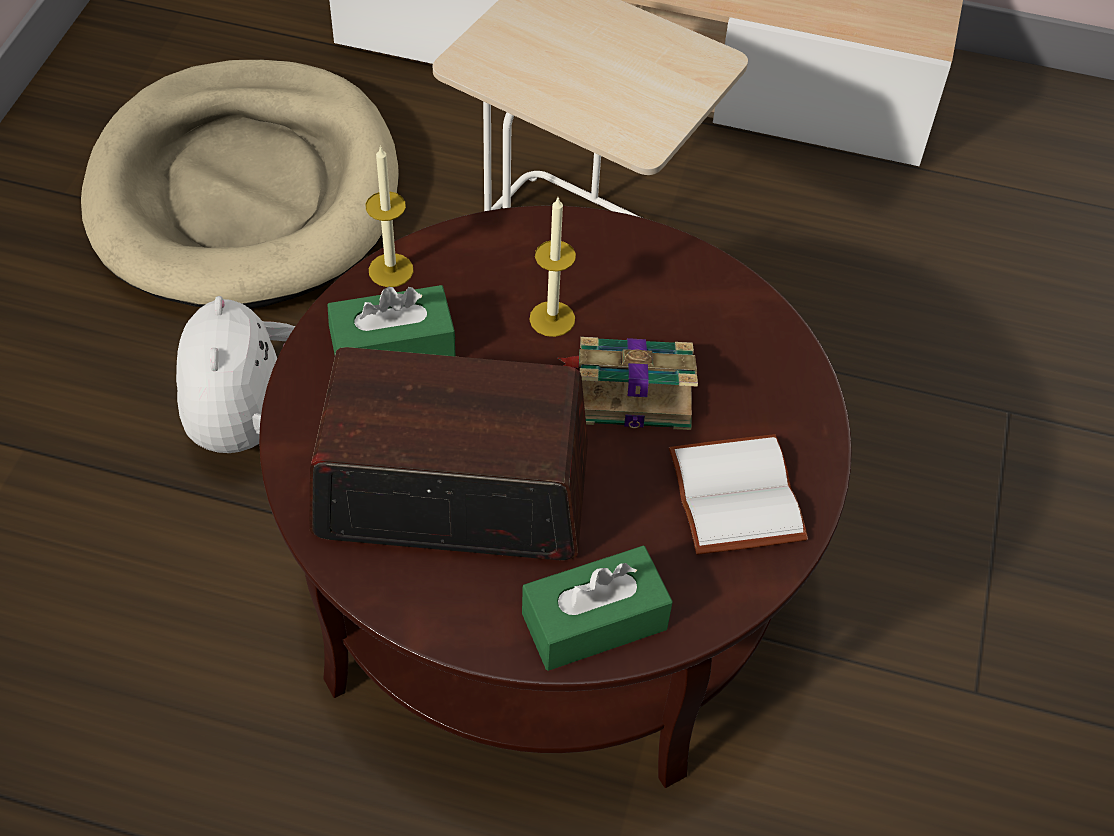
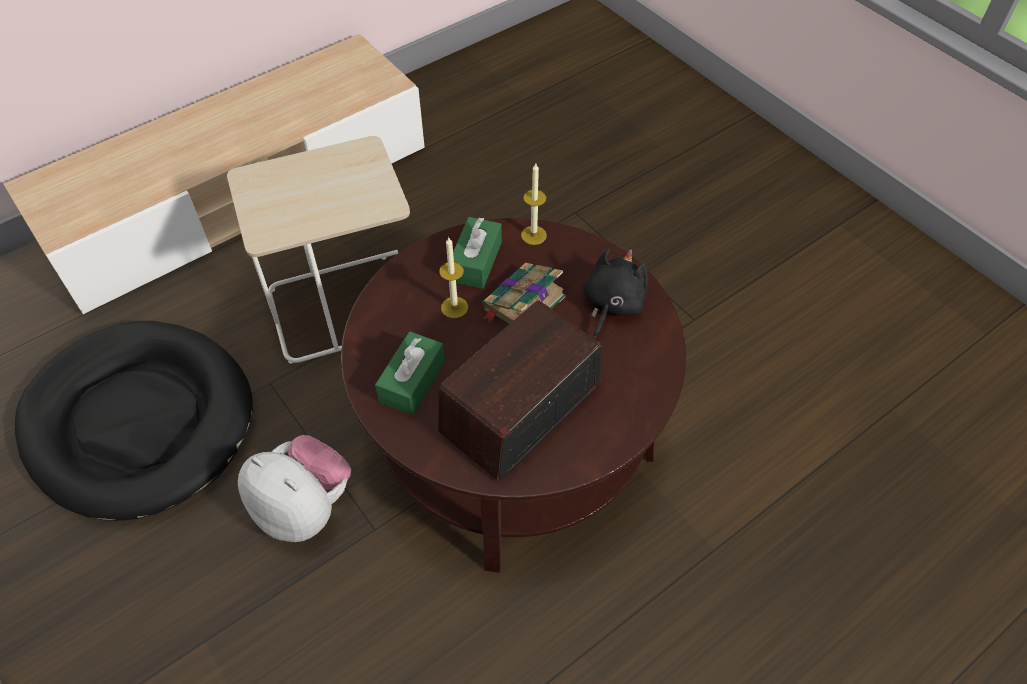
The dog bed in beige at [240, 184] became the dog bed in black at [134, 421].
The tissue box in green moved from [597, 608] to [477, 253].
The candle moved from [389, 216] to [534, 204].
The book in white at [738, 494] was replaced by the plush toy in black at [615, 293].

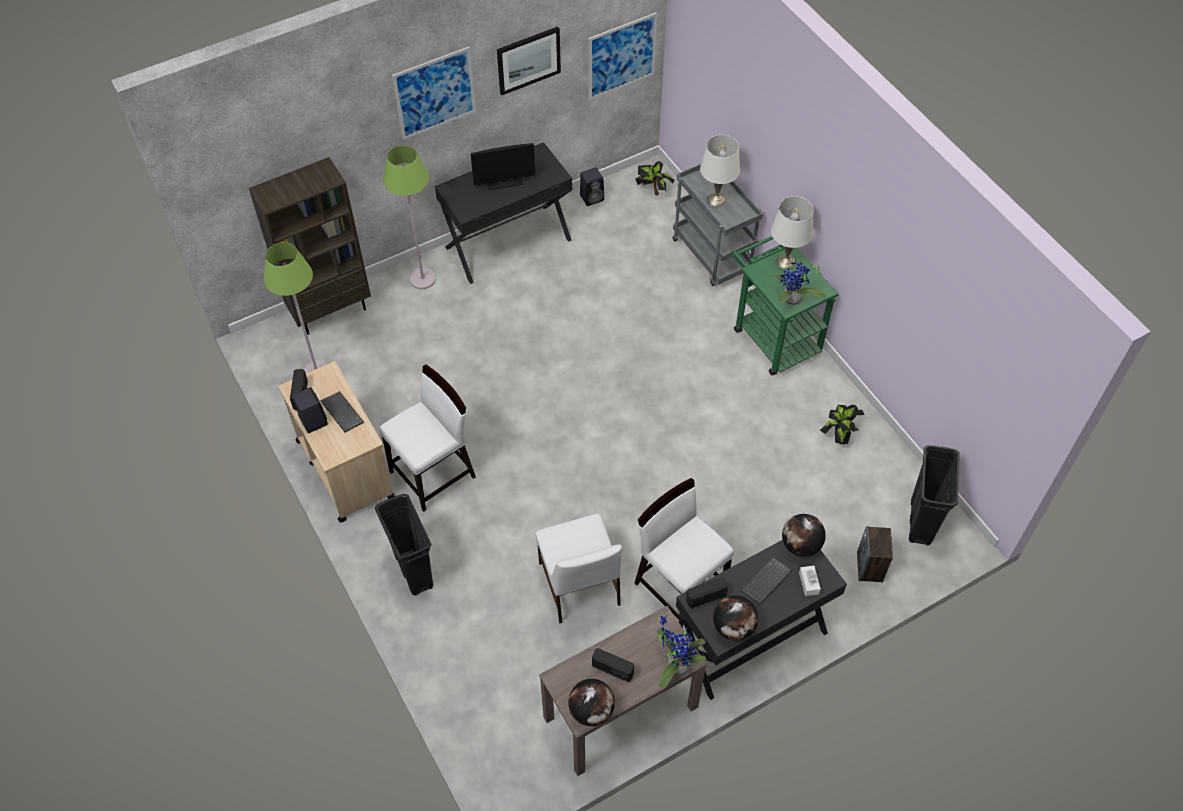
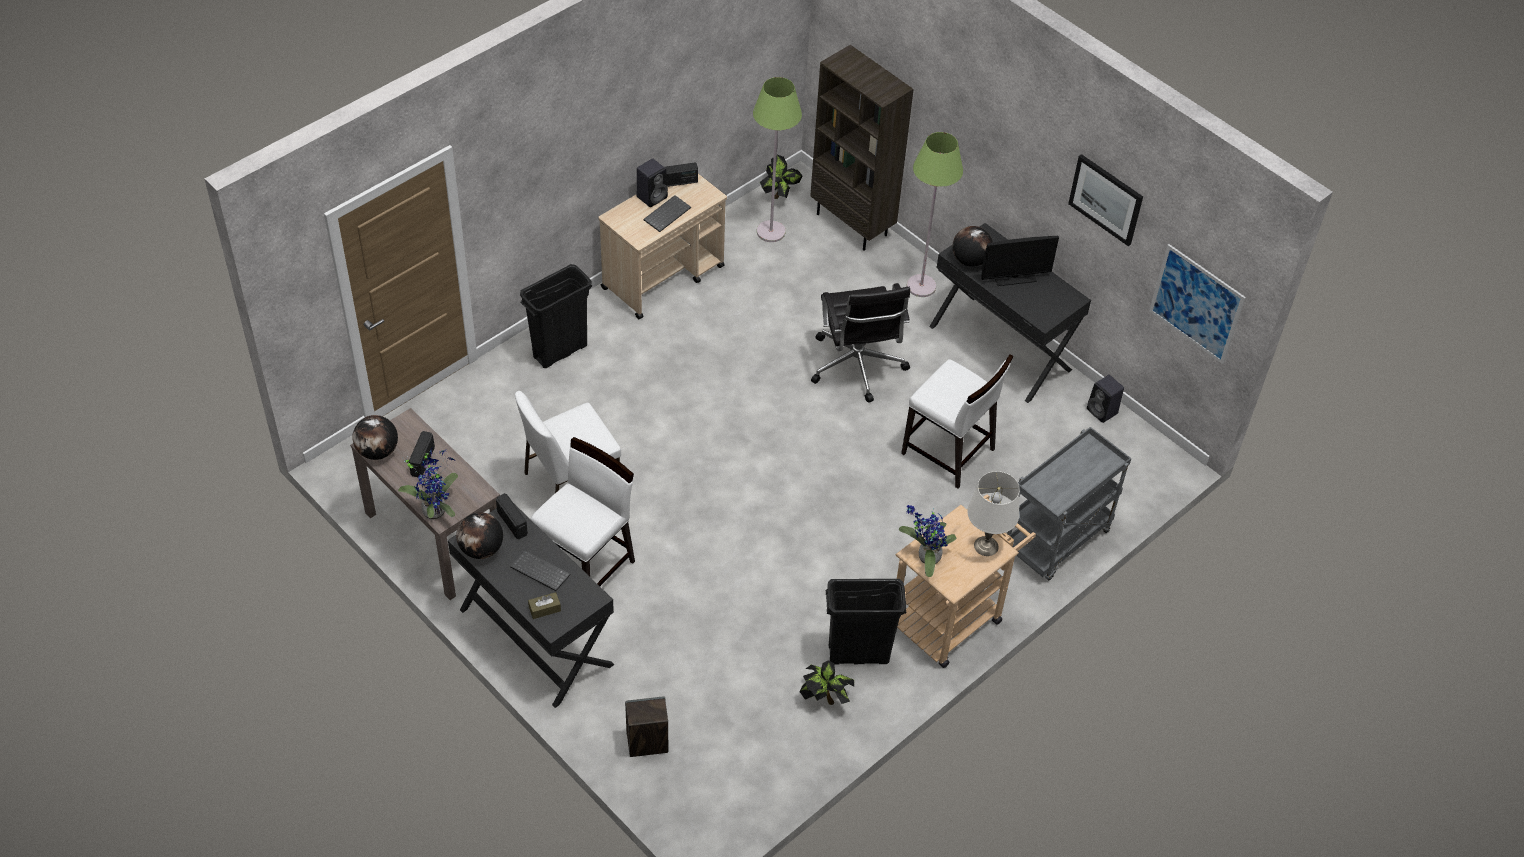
The tissue box in white at [810, 581] became the tissue box in brown at [544, 605].
The potted plant moved from [655, 178] to [781, 177].
The office chair in black at [860, 343] appeared.
The trash can in black moved from [934, 495] to [866, 622].
The cart in green at [785, 305] became the cart in beige at [966, 581].
The chair in white moved from [427, 438] to [957, 421].
The globe moved from [804, 535] to [972, 246].
The monitor at [503, 166] turned 75 degrees counterclockwise.
The picture at [434, 93] disappeared.
The table lamp in white at [720, 171] disappeared.

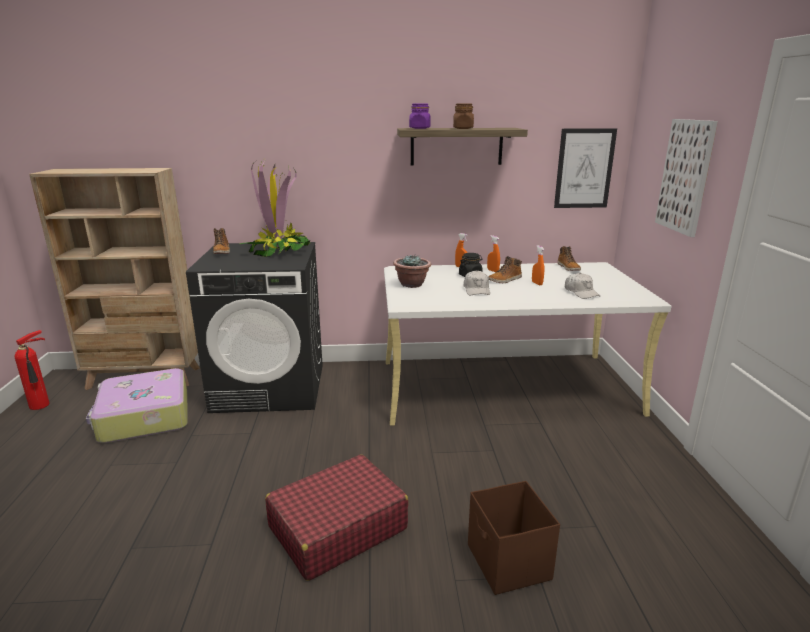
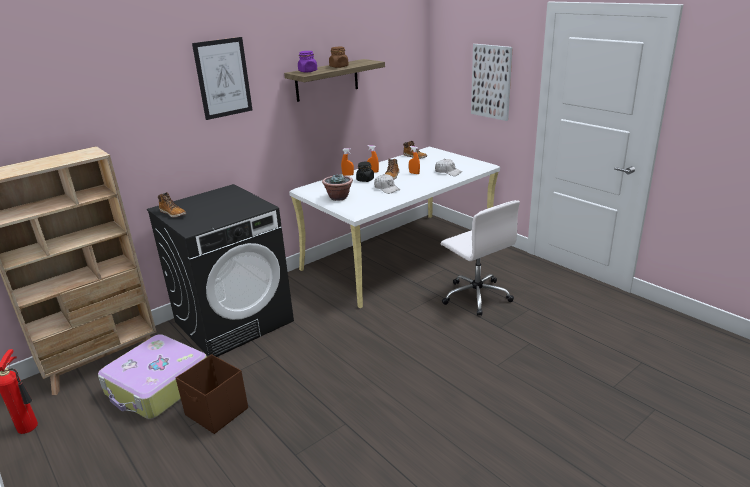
The storage box in brown moved from [514, 538] to [212, 394].
The picture moved from [585, 168] to [222, 78].
The office chair in white at [480, 258] appeared.
The potted plant at [275, 208] disappeared.
The suitcase in red at [337, 517] disappeared.

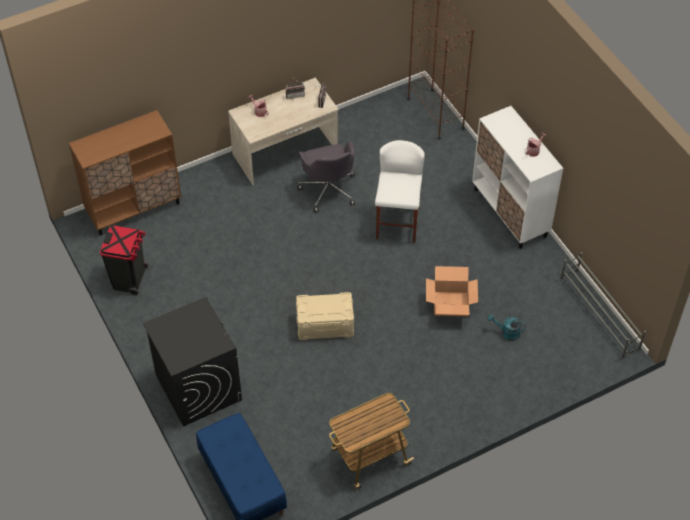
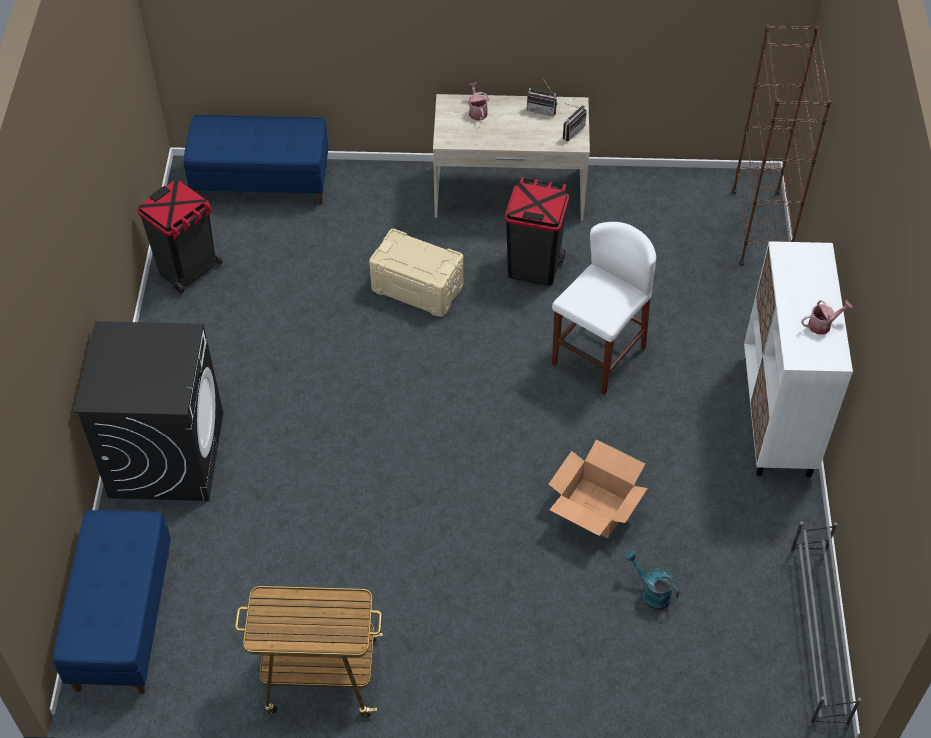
The cabinet in brown at [125, 172] was replaced by the bench in blue at [256, 160].
The storage box in beige moved from [325, 316] to [416, 273].
The office chair in grey at [326, 177] was replaced by the trash can in black at [537, 231].

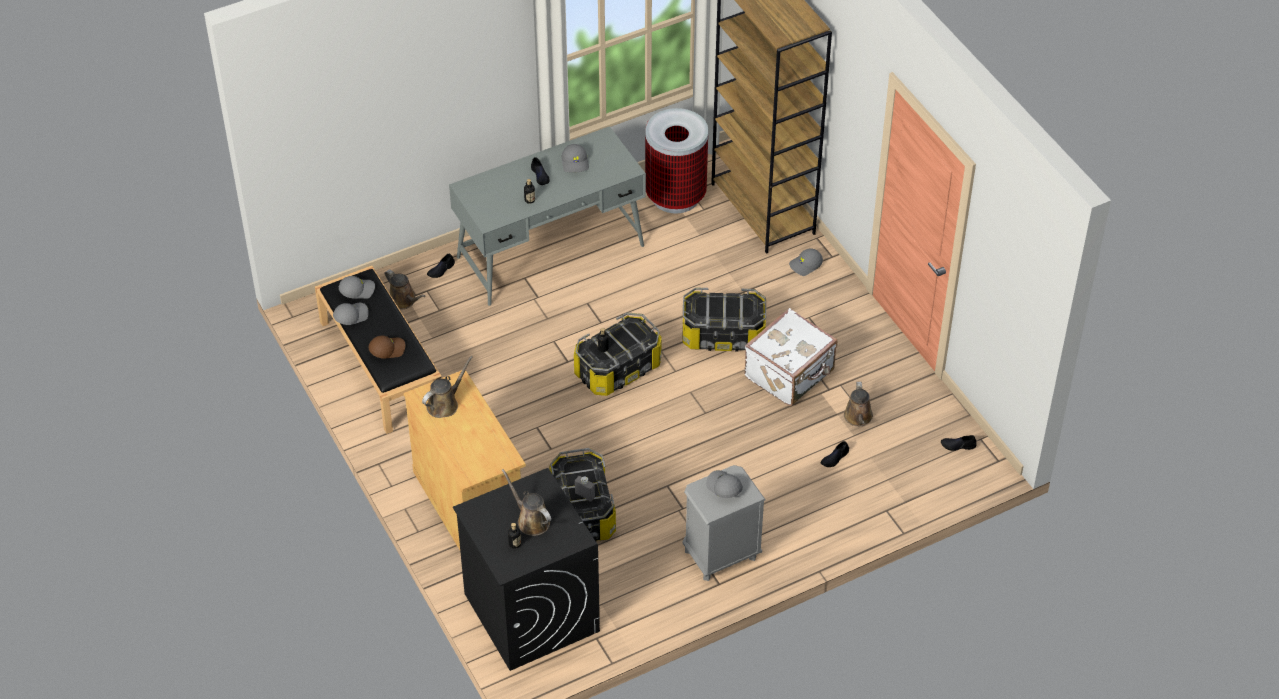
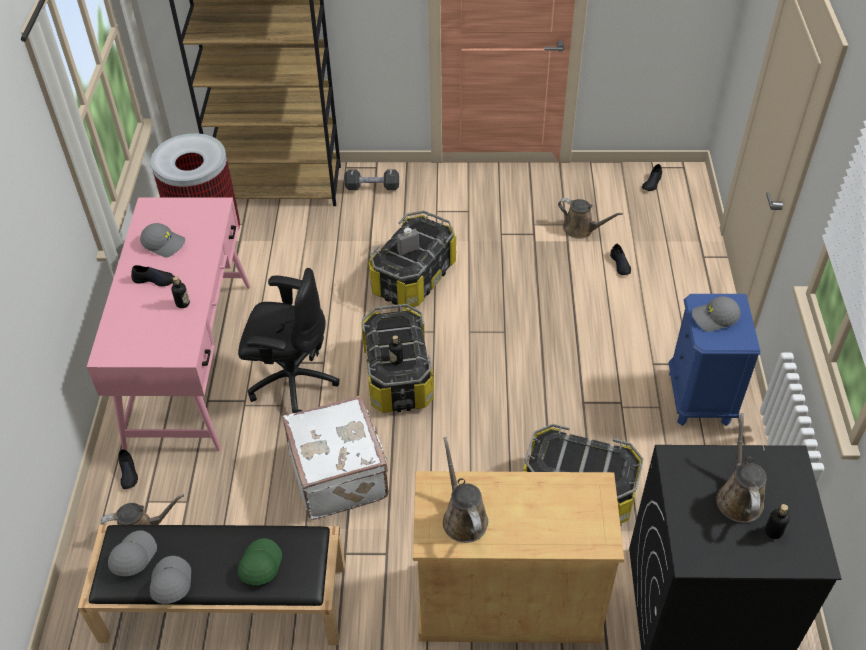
The desk in grey at [547, 216] became the desk in pink at [169, 324].
The office chair in black at [289, 340] appeared.
The cap in brown at [386, 347] became the cap in green at [260, 561].
The suitcase in white moved from [790, 357] to [335, 457].
The cap in grey at [806, 262] was replaced by the dumbbell in black at [372, 180].
The bottle in grey moved from [585, 489] to [408, 242].
The nightstand in grey at [724, 523] became the nightstand in blue at [714, 360].
The watering can in brown at [526, 502] turned 105 degrees clockwise.

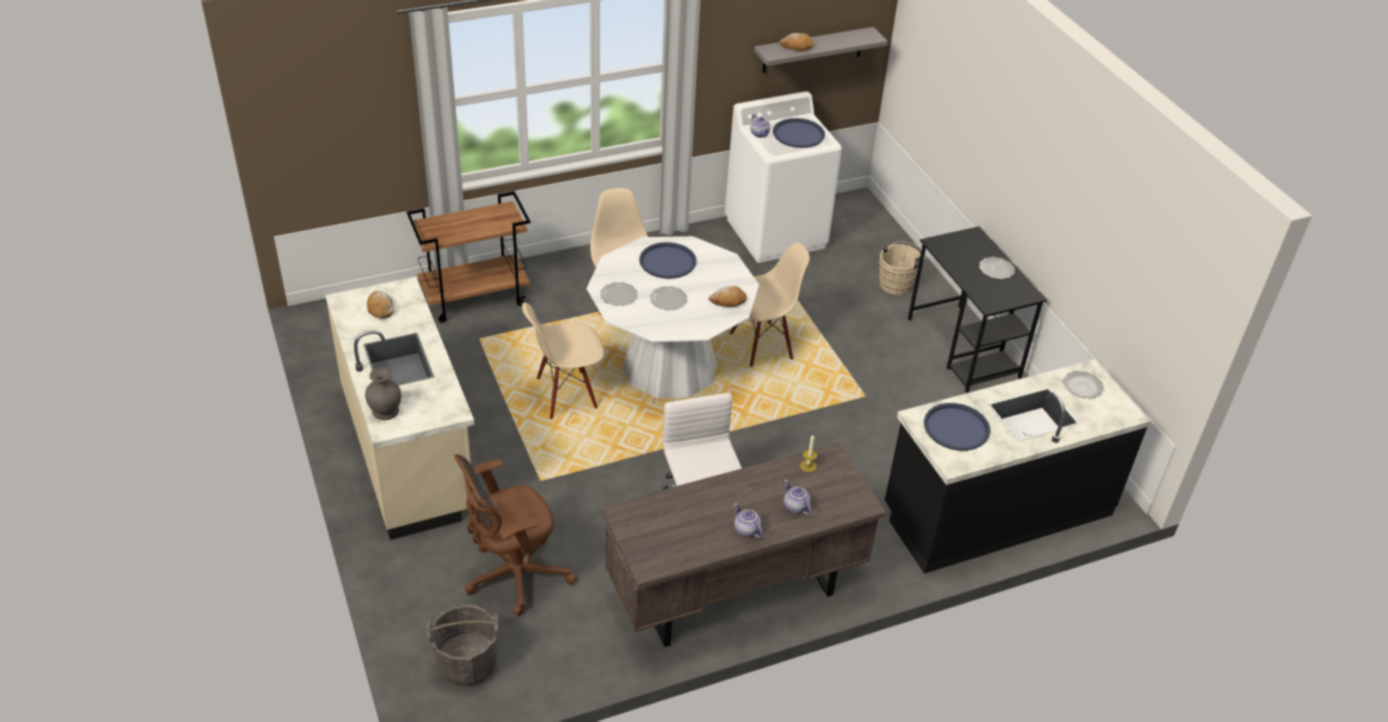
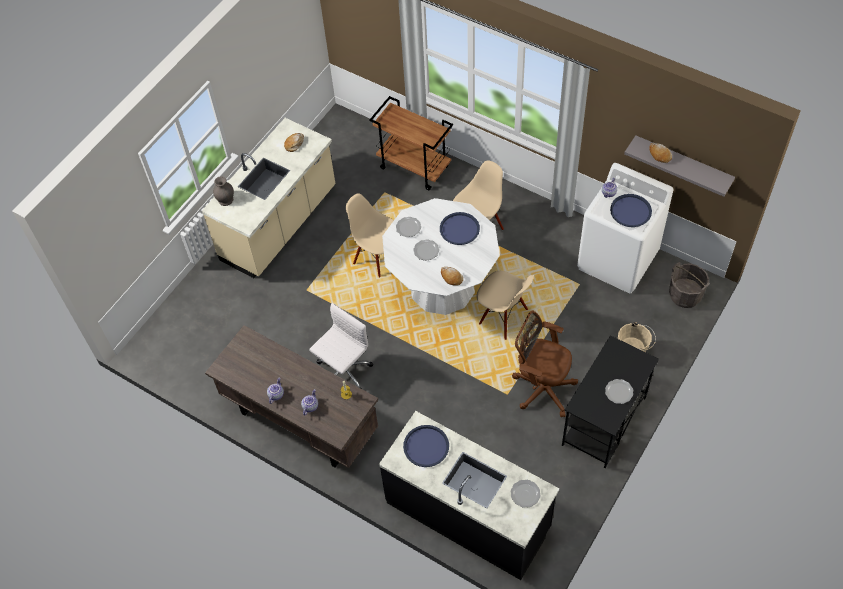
The office chair in brown moved from [515, 535] to [545, 363].
The bucket in grey moved from [462, 646] to [689, 285].

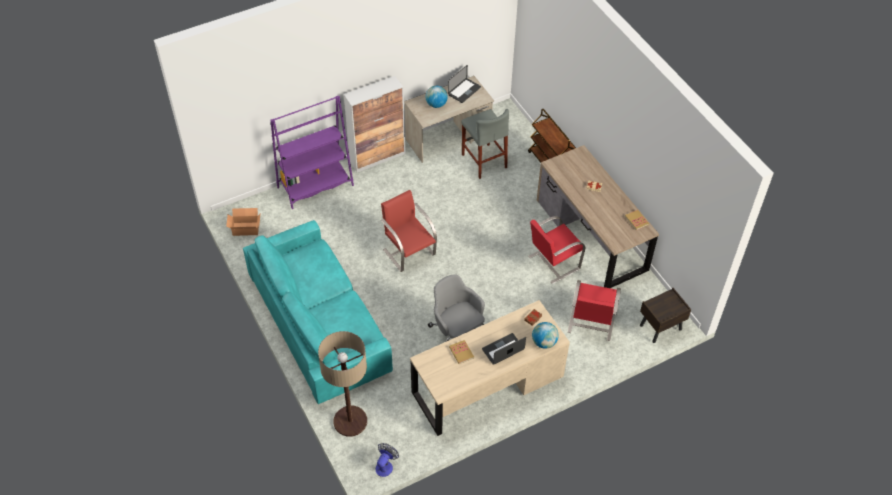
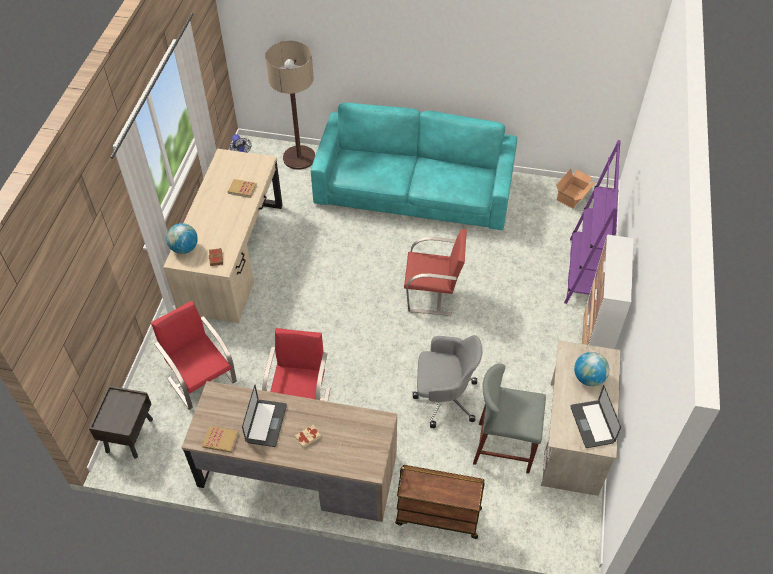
The laptop moved from [504, 349] to [264, 416].
The office chair in grey moved from [456, 308] to [448, 381].

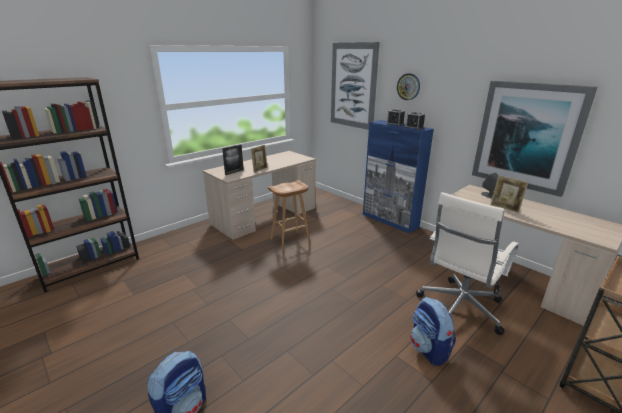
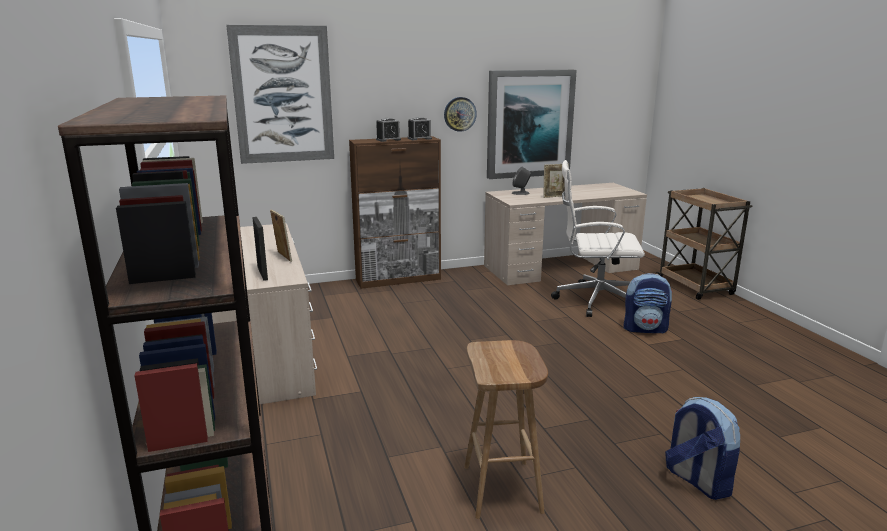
The cabinet in blue at [398, 177] became the cabinet in brown at [395, 212].
The wall clock moved from [408, 86] to [460, 114].
The stool in brown moved from [289, 215] to [506, 429].
The office chair in white at [467, 263] turned 120 degrees clockwise.

